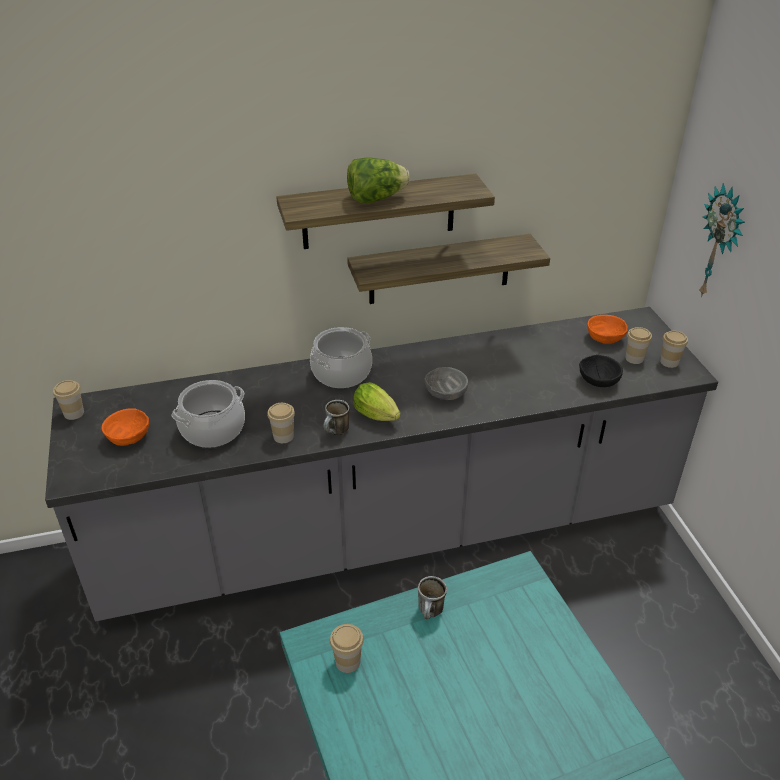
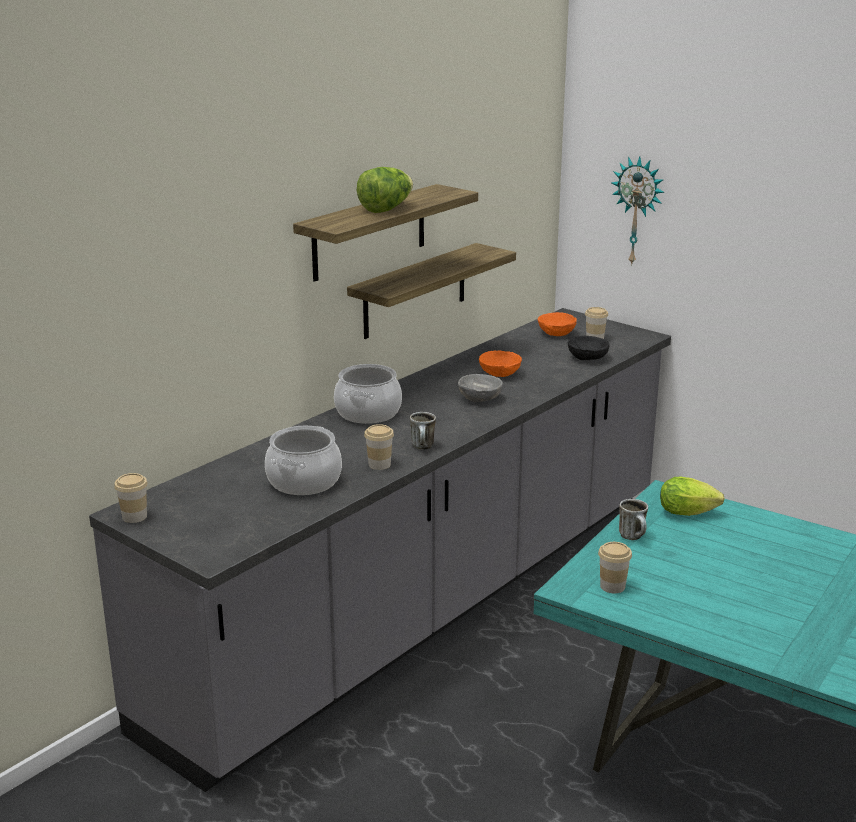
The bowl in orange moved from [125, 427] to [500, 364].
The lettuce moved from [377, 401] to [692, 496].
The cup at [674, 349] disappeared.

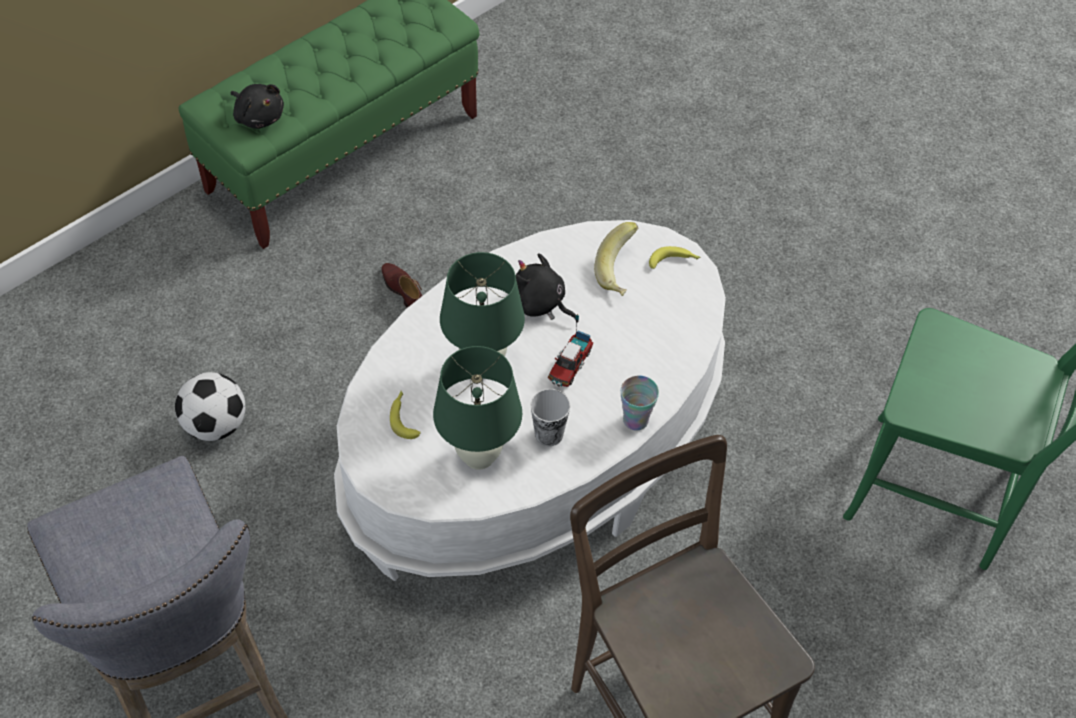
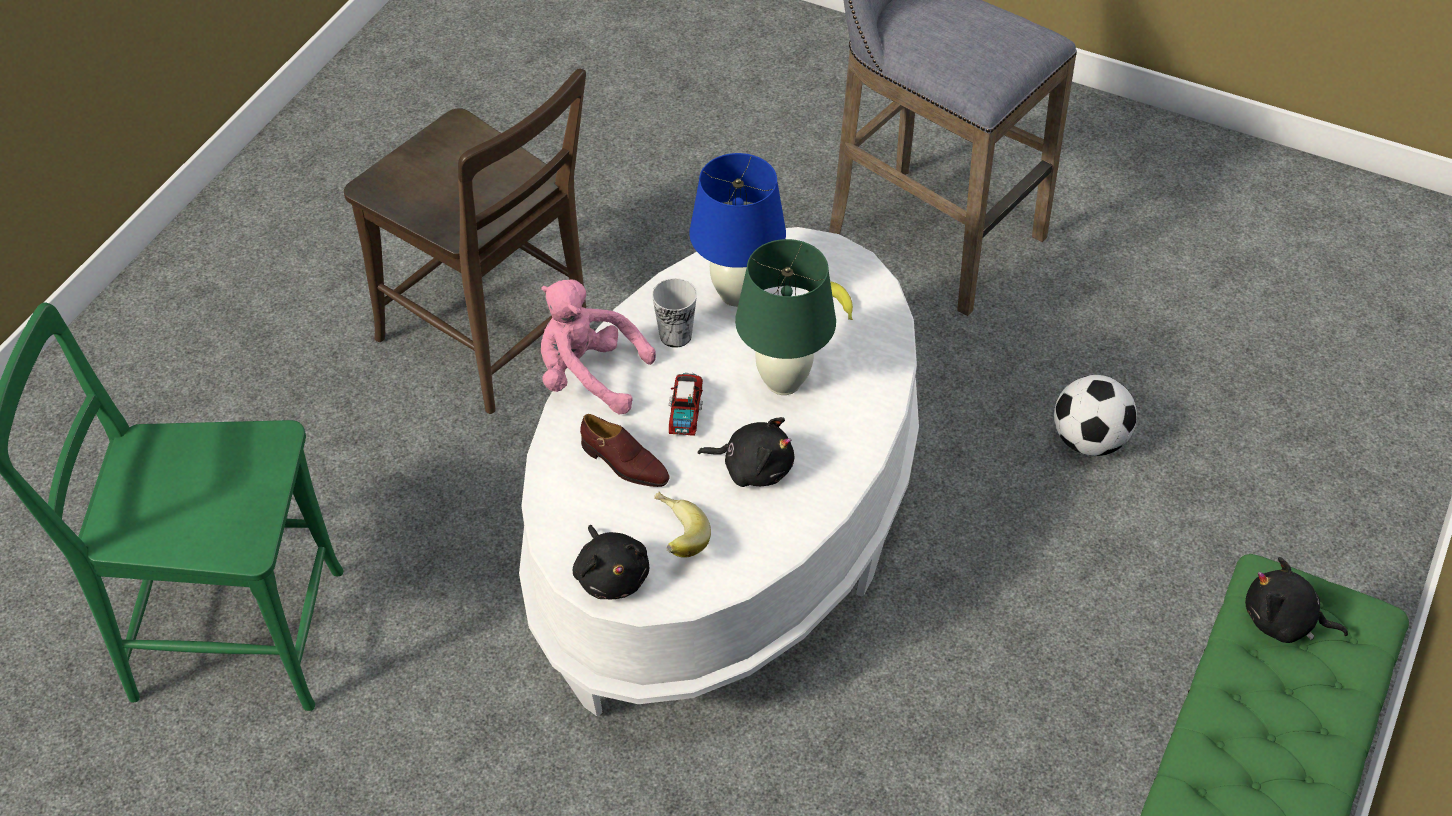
The cup at [640, 403] was replaced by the plush toy in pink at [598, 347].
The banana at [674, 257] was replaced by the plush toy in black at [611, 562].
The shoe in brown moved from [401, 285] to [625, 450].
The table lamp in green at [477, 407] became the table lamp in blue at [737, 230].

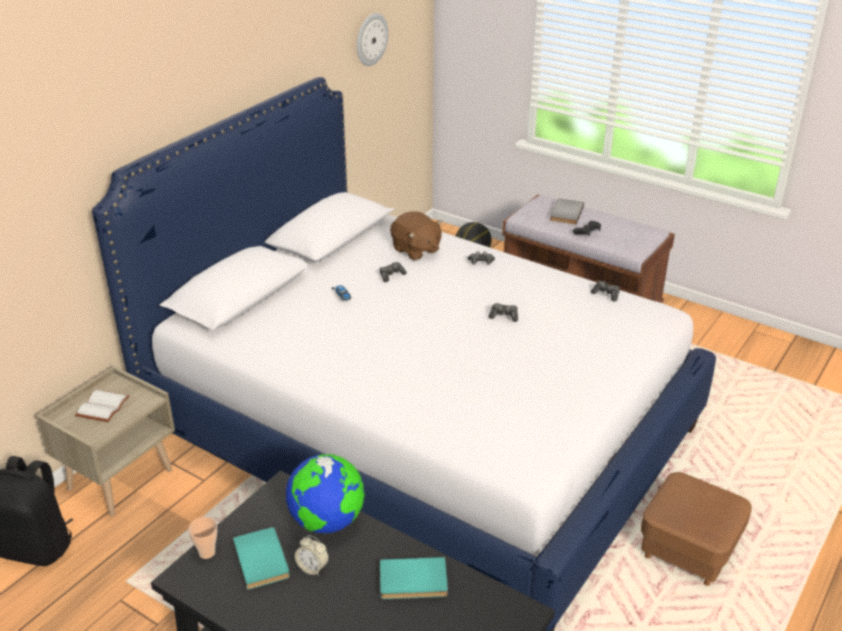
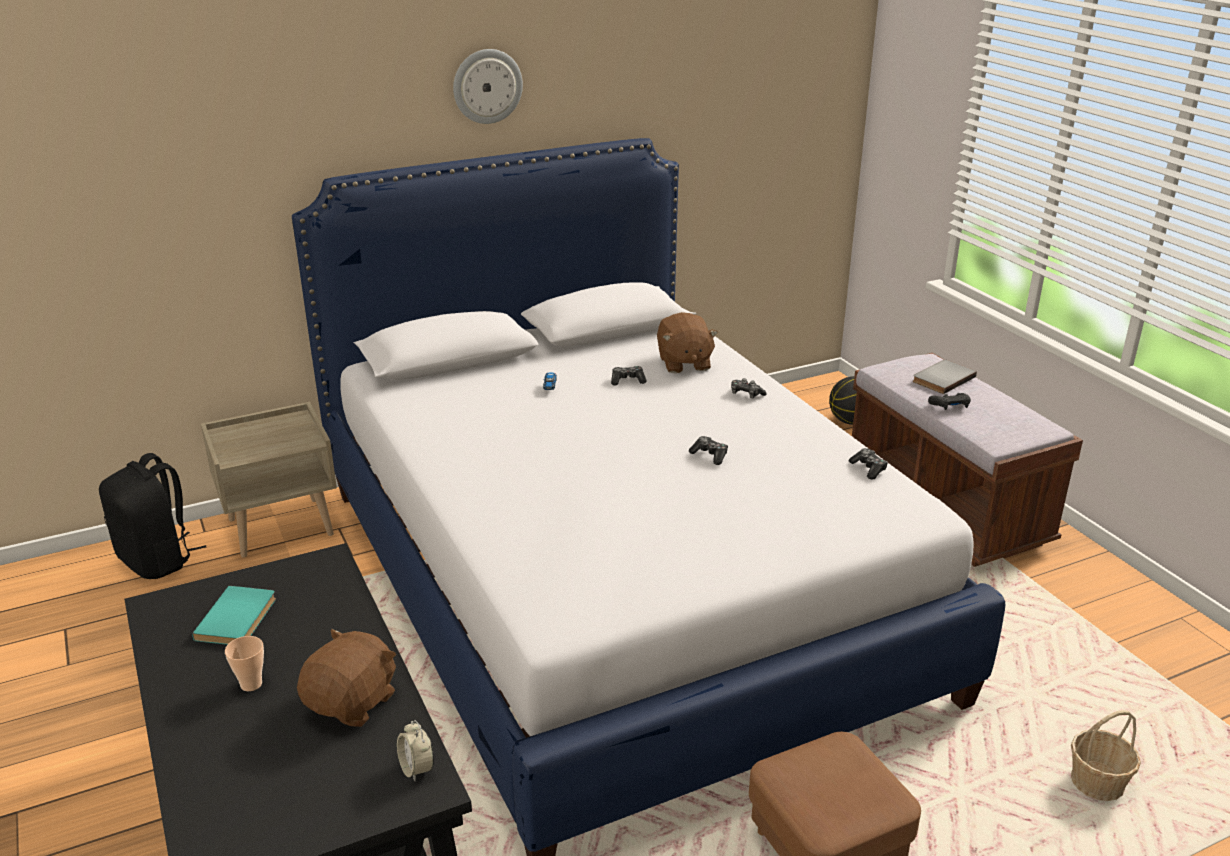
The cup moved from [202, 538] to [244, 663].
The book in turquoise at [414, 578] was replaced by the plush toy in brown at [346, 678].
The alarm clock moved from [312, 555] to [415, 750].
The wall clock moved from [372, 39] to [488, 86].
The basket at [1106, 755] appeared.
The book in white at [102, 406] disappeared.
The globe at [325, 493] disappeared.

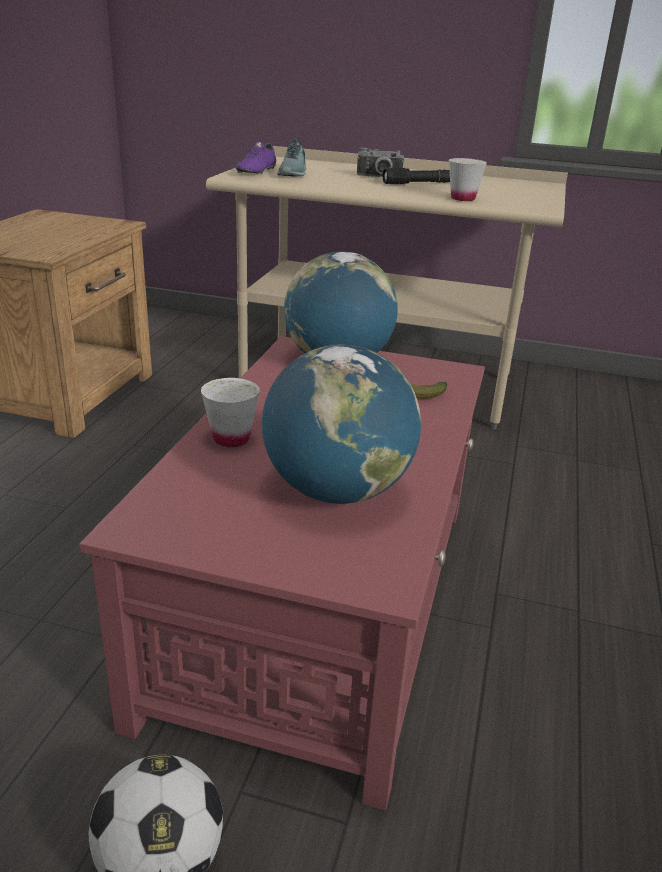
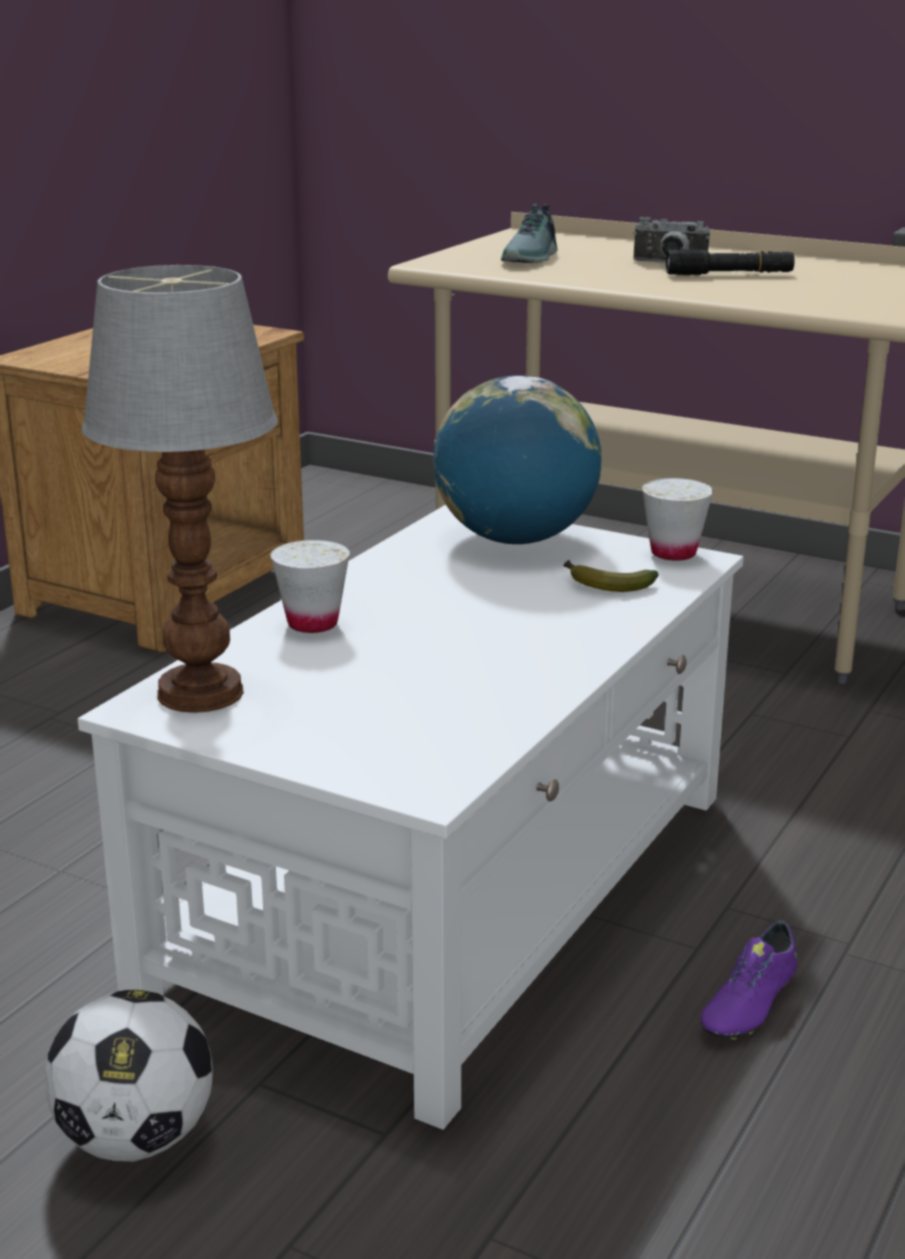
The coffee table in red at [282, 573] became the coffee table in white at [411, 817].
The table lamp at [179, 489] appeared.
The cup in white moved from [468, 179] to [677, 519].
The shoe in purple moved from [256, 158] to [749, 980].
The globe at [341, 424] disappeared.

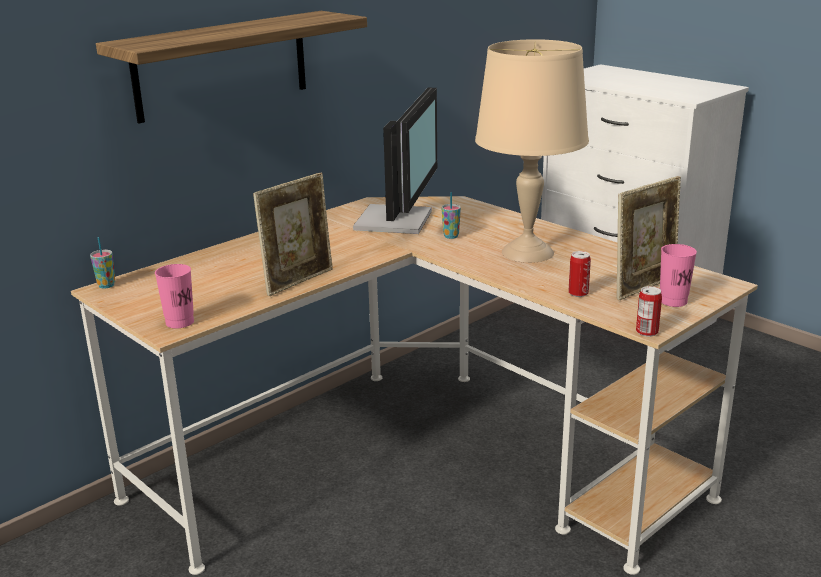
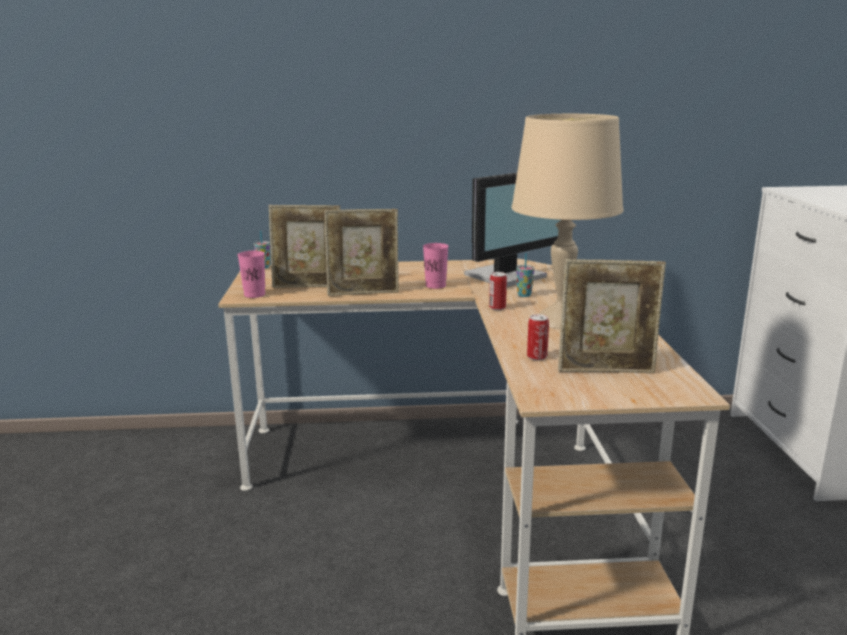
The picture frame at [304, 246] appeared.
The cup in pink moved from [678, 275] to [435, 266].
The can moved from [649, 311] to [498, 291].
The shelf at [231, 67] disappeared.

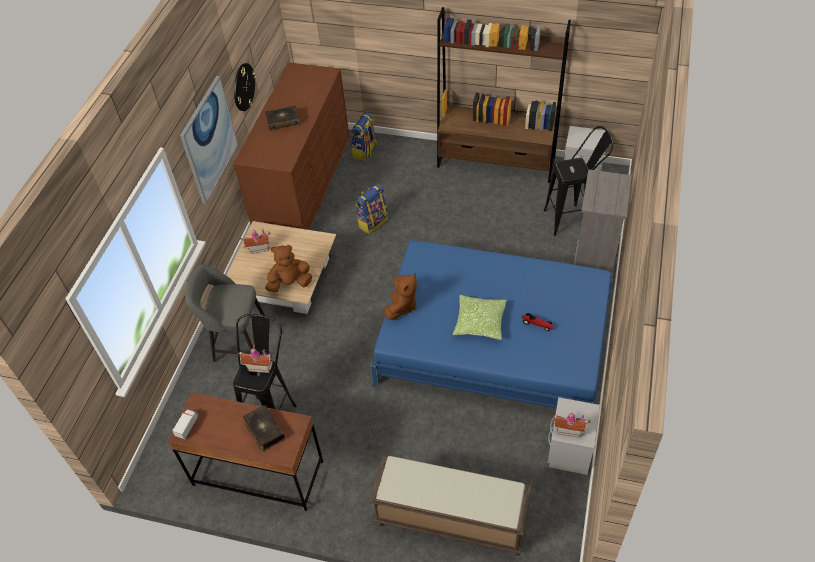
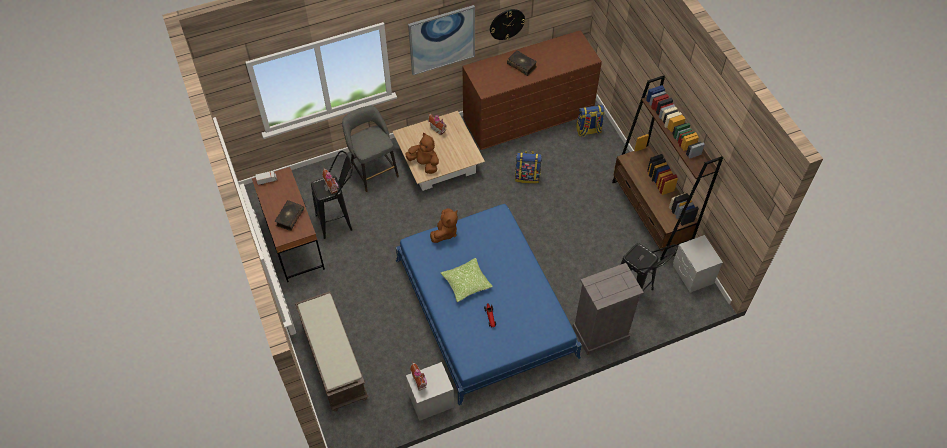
The plush toy in brown at [400, 296] turned 45 degrees counterclockwise.

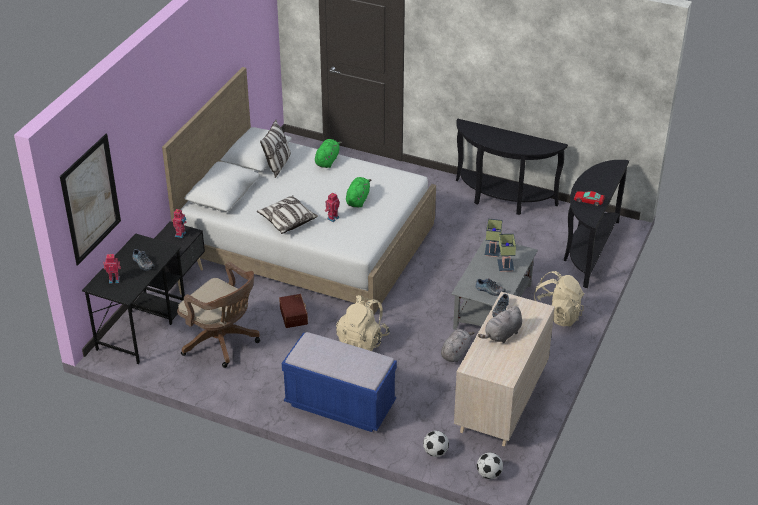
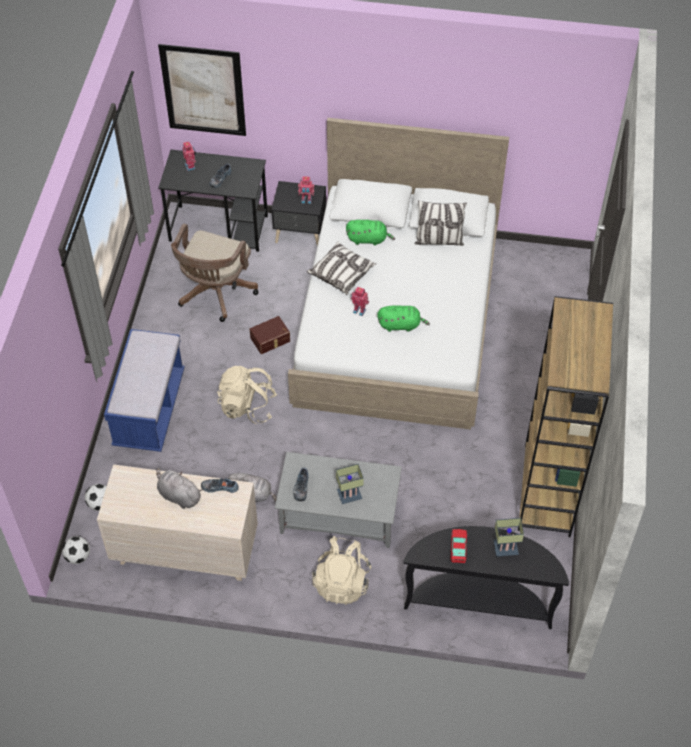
The plush toy in green moved from [328, 153] to [370, 232].
The table lamp moved from [493, 238] to [508, 537].
The console table in black at [512, 167] was replaced by the bookcase in brown at [565, 416].

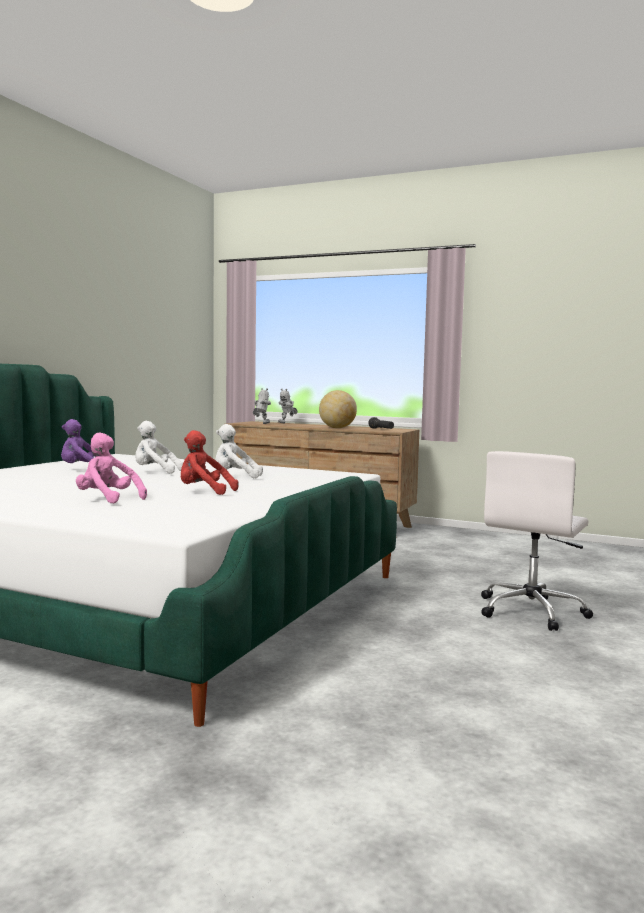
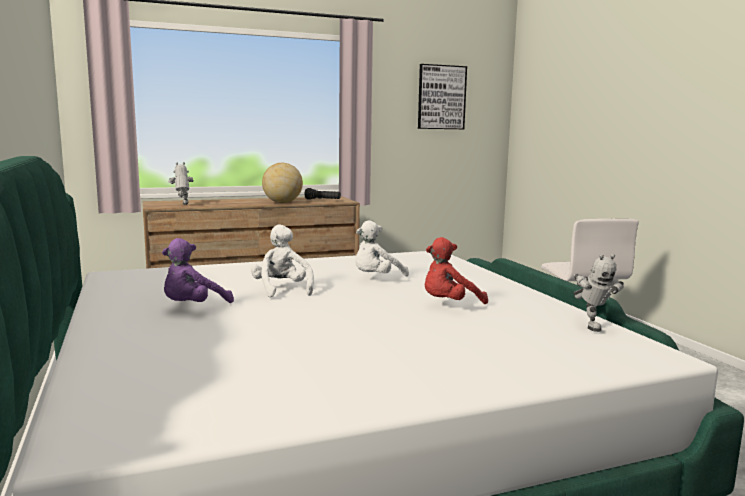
The plush toy in white at [159, 447] turned 105 degrees clockwise.
The picture at [442, 96] appeared.
The toy robot moved from [288, 406] to [598, 293].
The plush toy in pink at [111, 468] disappeared.

